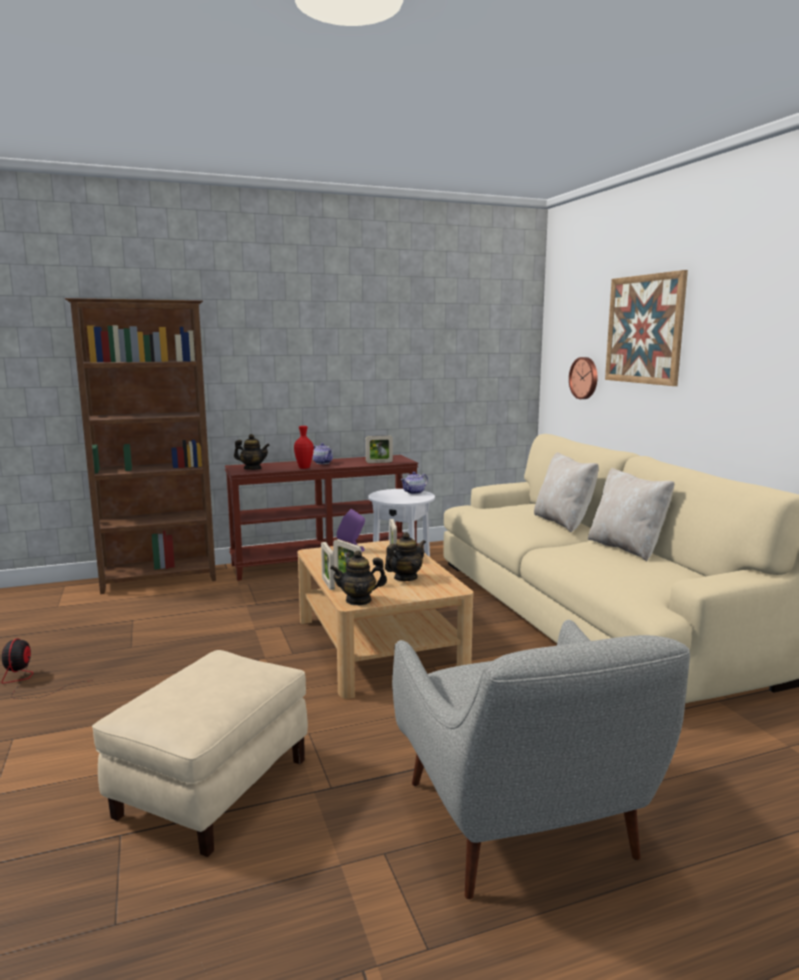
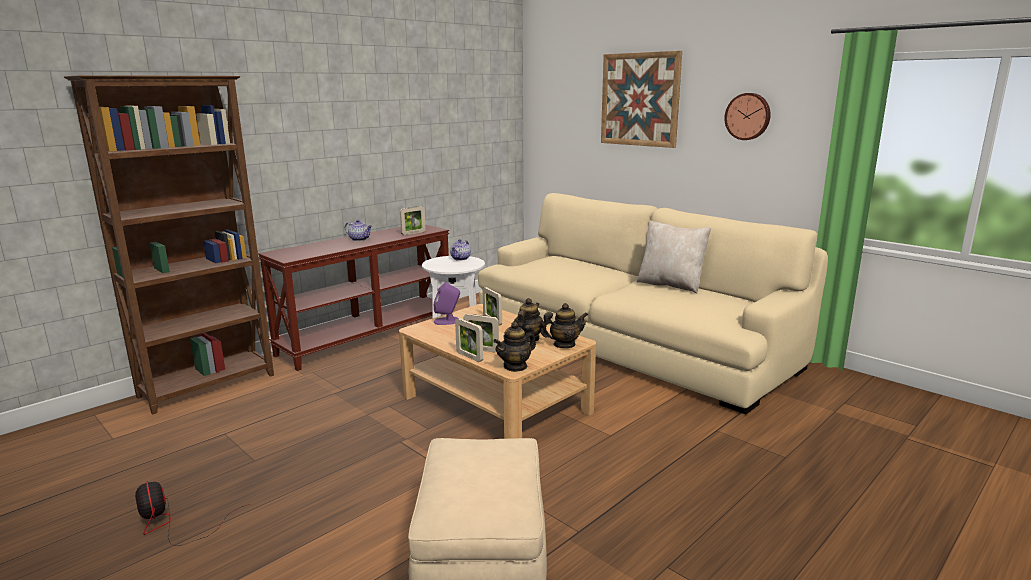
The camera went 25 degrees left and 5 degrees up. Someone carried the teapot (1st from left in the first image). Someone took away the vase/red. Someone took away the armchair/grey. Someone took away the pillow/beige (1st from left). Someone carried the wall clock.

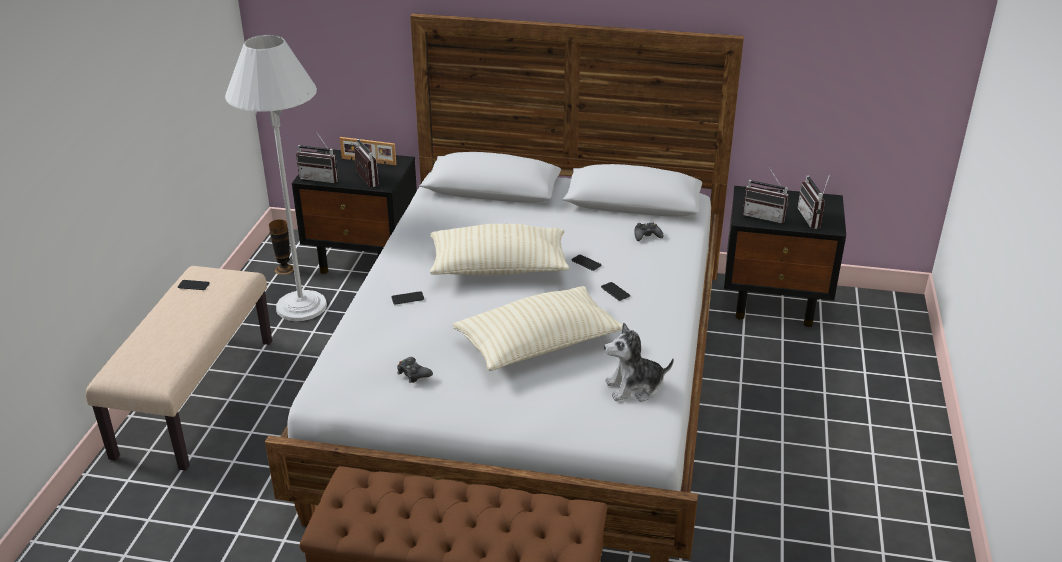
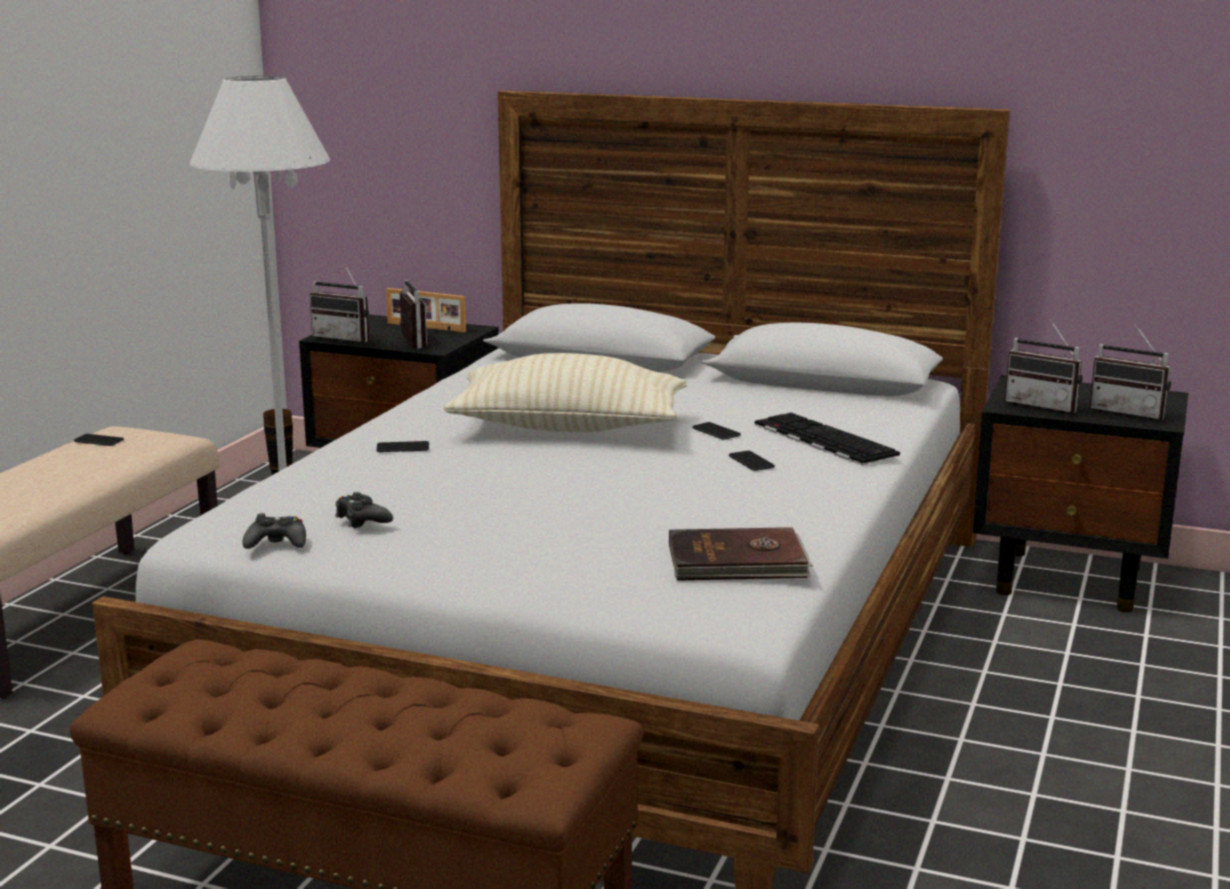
The camera went 10 degrees right and 15 degrees down. Someone took away the pillow/beige (2nd from left). Someone swapped the plush toy for the book/brown. Someone carried the game controller/black (2nd from left in the first image). Someone rotated the radio (4th from left) by 60 degrees counterclockwise. Someone put down the keyboard.

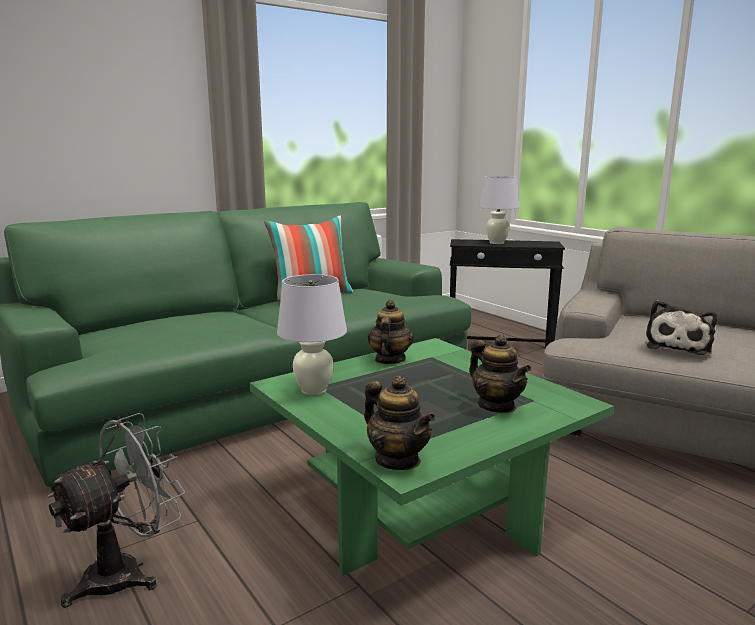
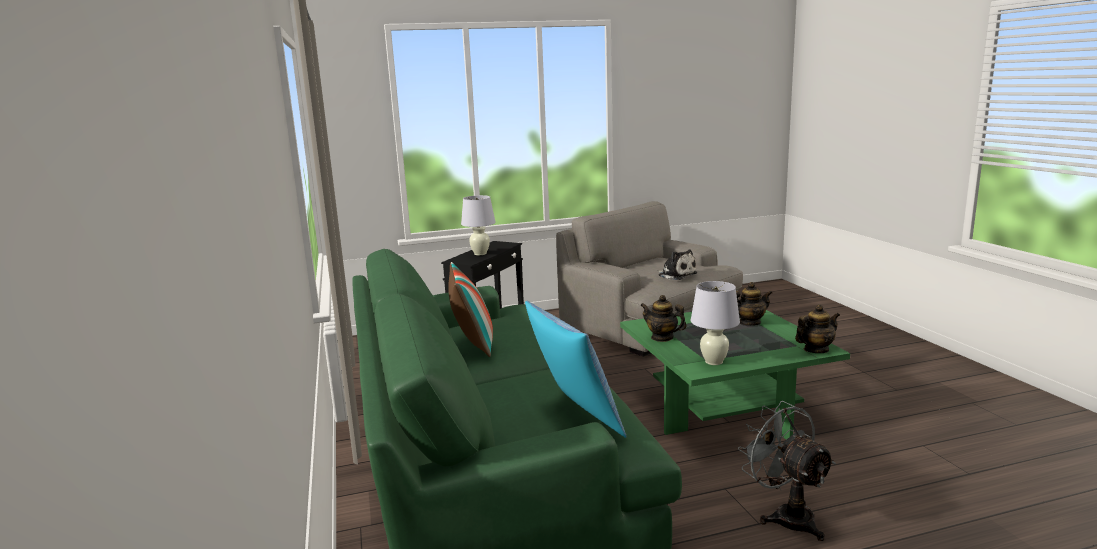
The camera went 70 degrees left and 0 degrees up. Someone put down the pillow (2nd from left).

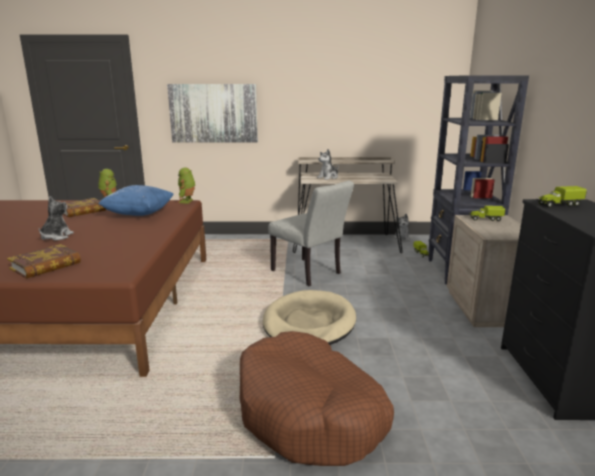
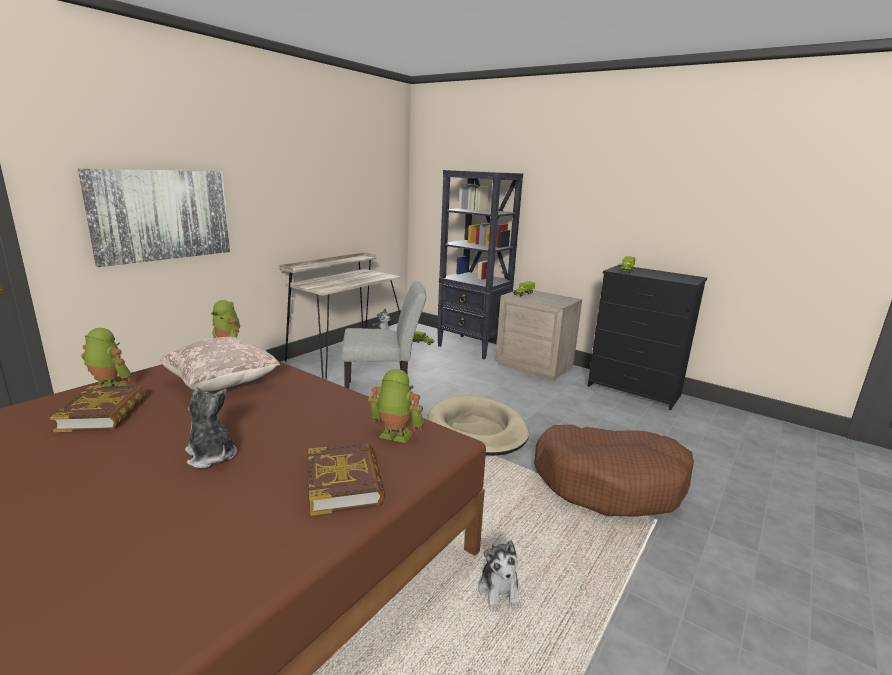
The camera went 55 degrees left and 0 degrees up. Someone repainted the pillow/blue, which became the pillow/beige. Someone carried the plush toy (2nd from left in the first image). Someone put down the toy robot (3rd from left).

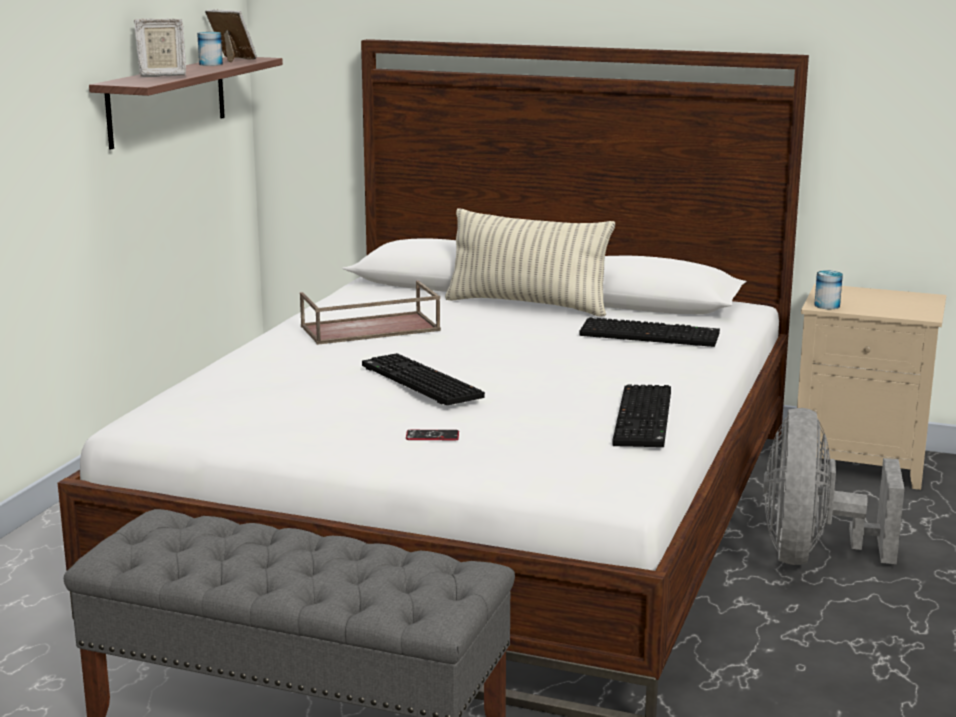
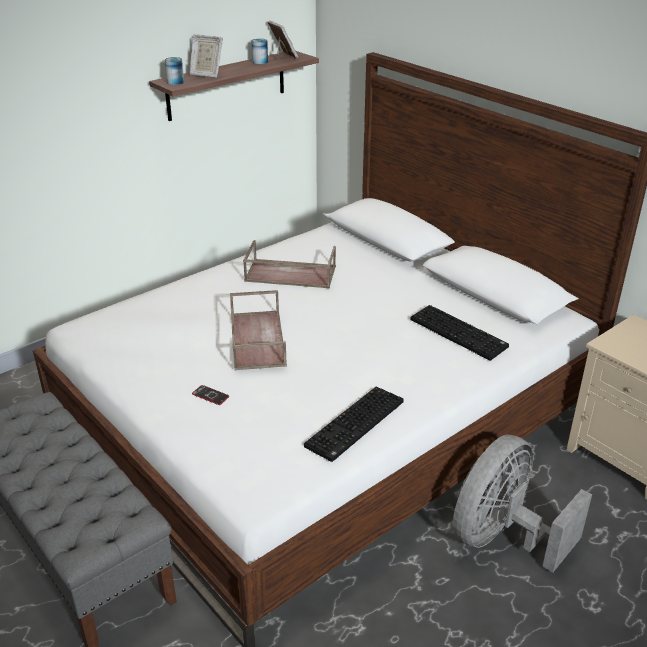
The camera went 30 degrees right and 15 degrees up. Someone swapped the keyboard (1st from left) for the tray/brown (1st from left). Someone took away the pillow. Someone carried the can (2nd from left in the first image).

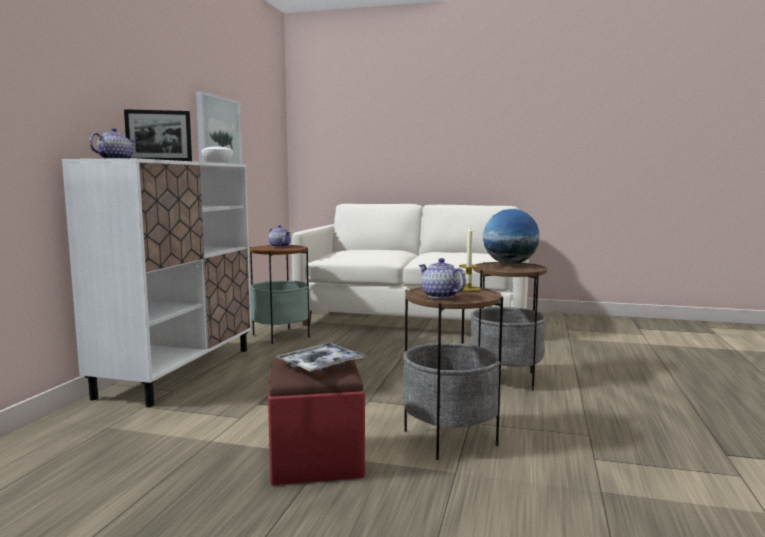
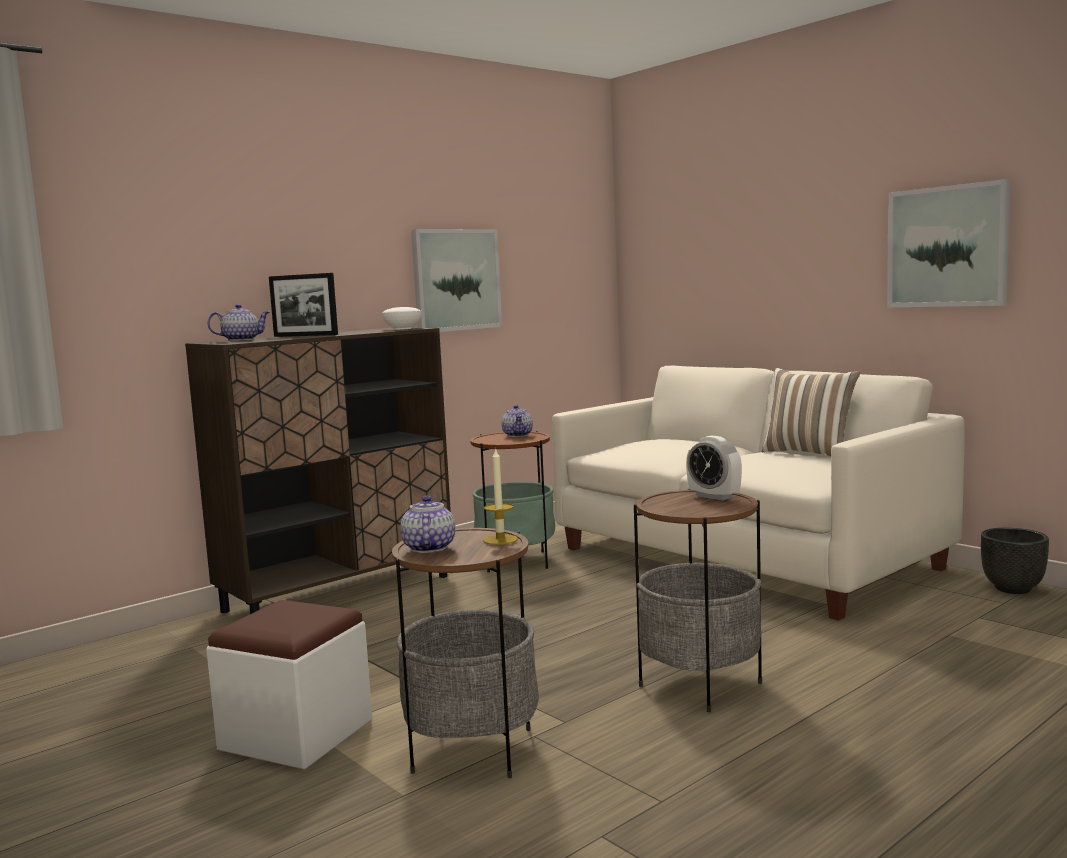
The camera went 35 degrees right and 0 degrees up. Someone repainted the cabinet/white, which became the cabinet/brown. Someone repainted the ottoman/red, which became the ottoman/white. Someone took away the tray. Someone swapped the globe for the alarm clock. Someone put down the pillow. Someone put up the picture (2nd from left). Someone put down the planter/black.

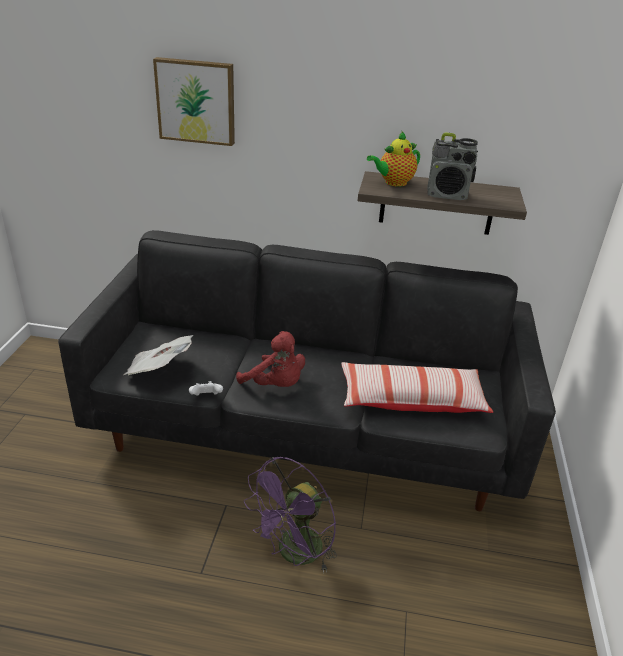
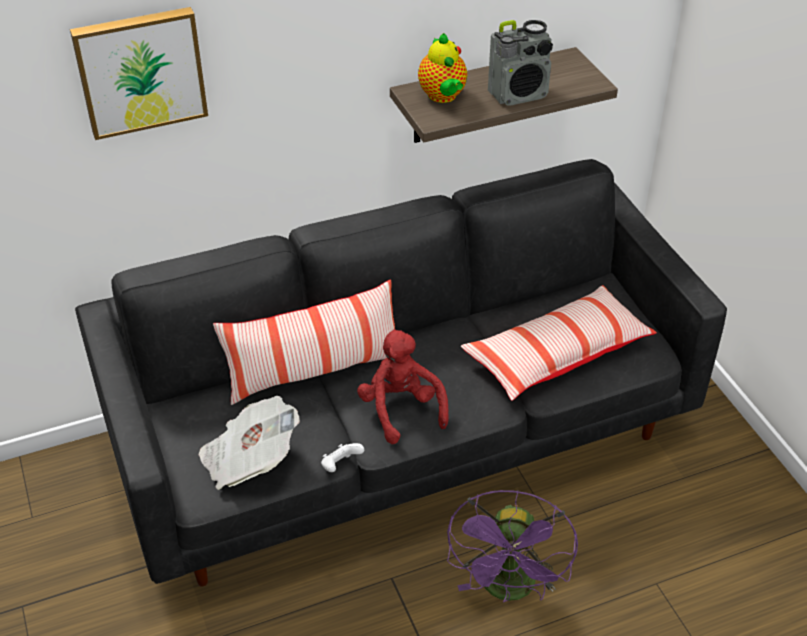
The camera went 30 degrees left and 10 degrees up. Someone rotated the plush toy/red by 120 degrees counterclockwise. Someone rotated the teapot by 45 degrees counterclockwise. Someone put down the pillow (1st from left).

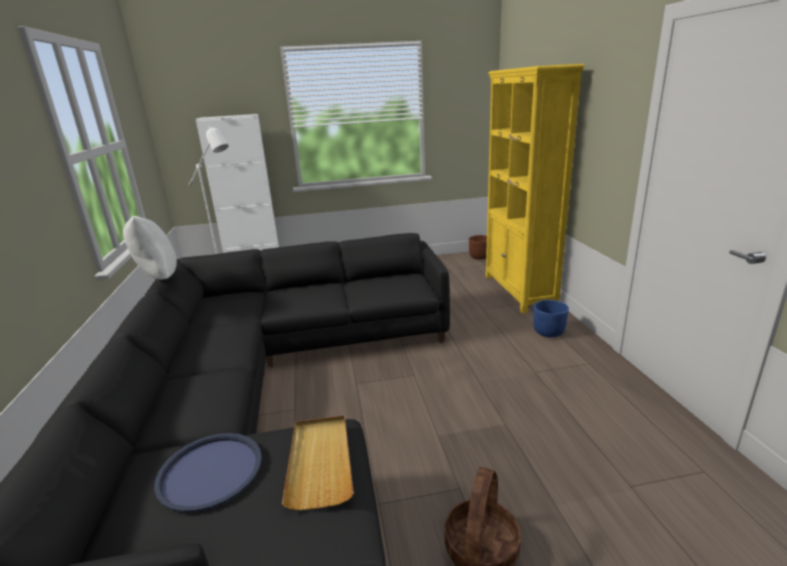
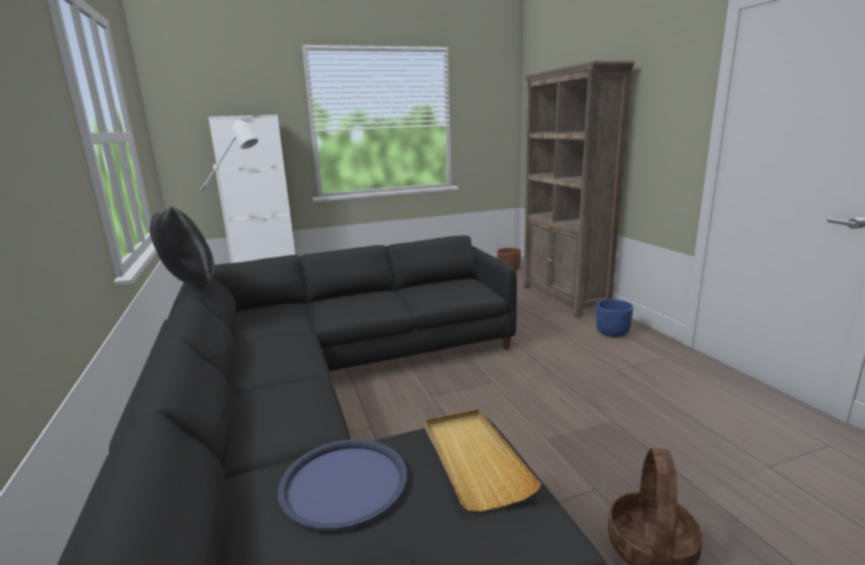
The camera went 10 degrees left and 5 degrees down. Someone repainted the pillow/white, which became the pillow/black. Someone repainted the bookcase/yellow, which became the bookcase/brown.

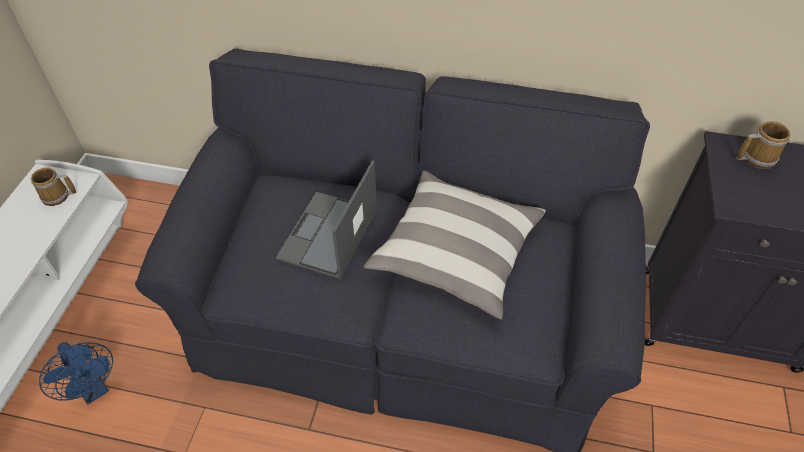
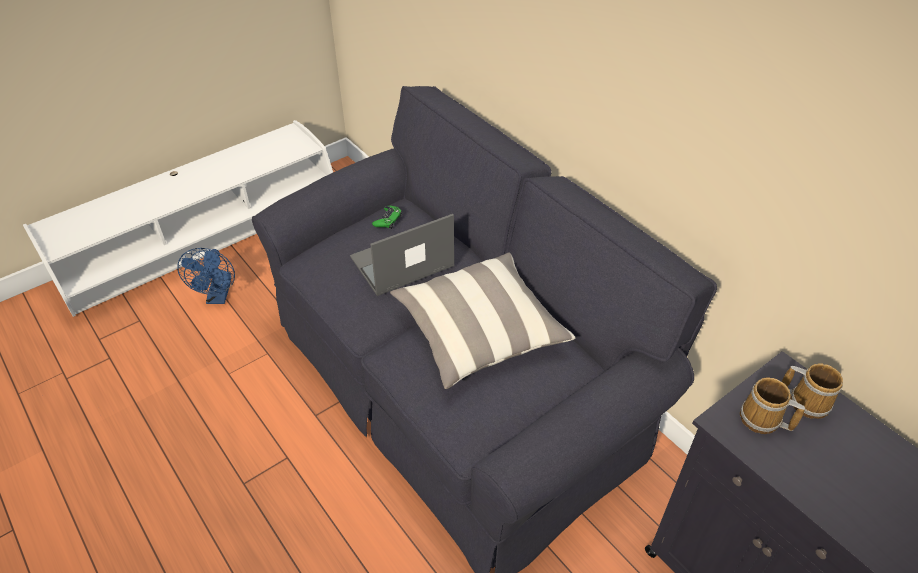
The camera went 40 degrees right and 5 degrees down. Someone carried the mug (1st from left). Someone put down the game controller/green.

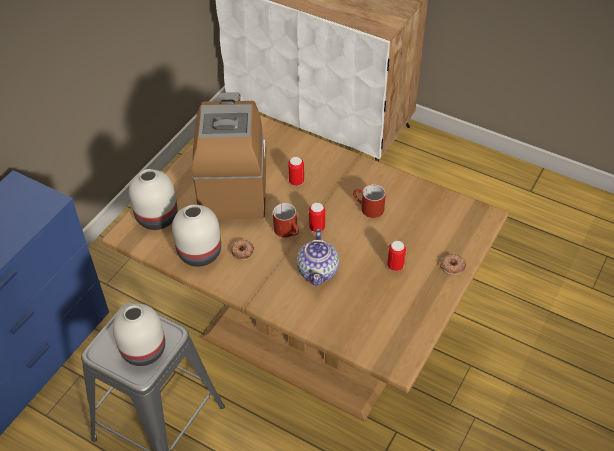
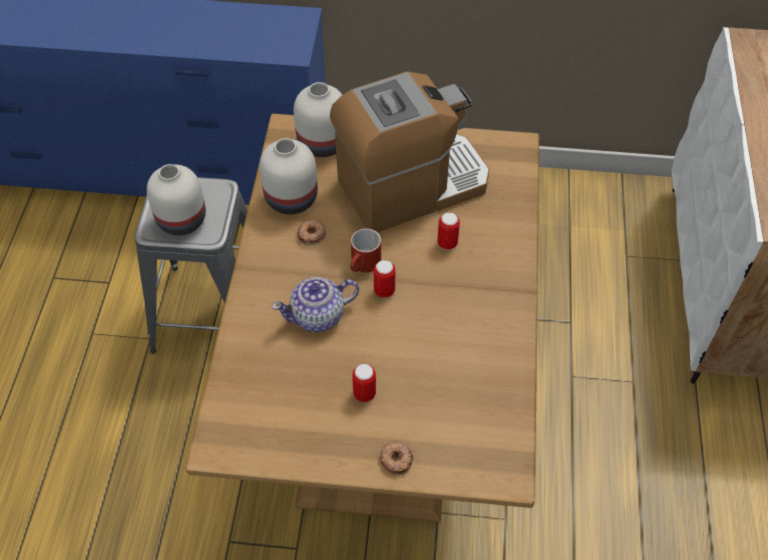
The camera went 65 degrees right and 5 degrees up. Someone took away the mug/red (2nd from left).

